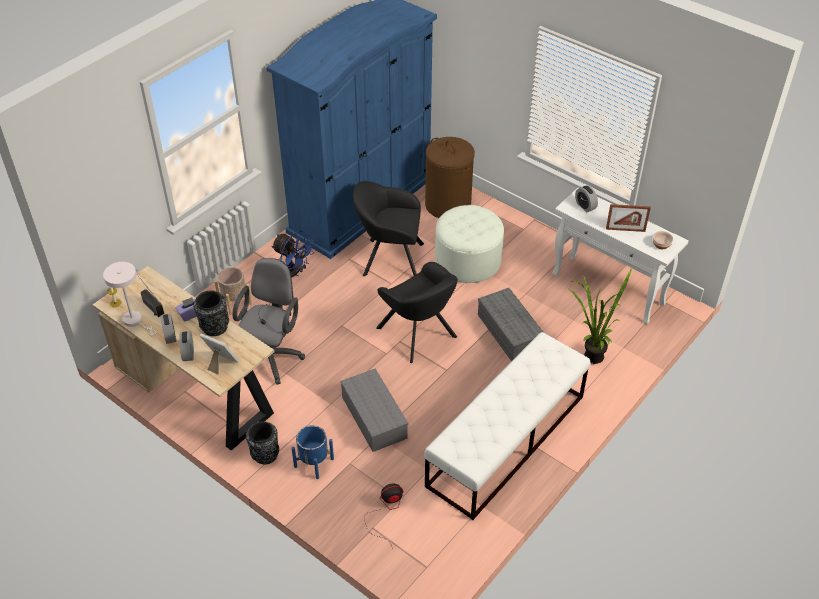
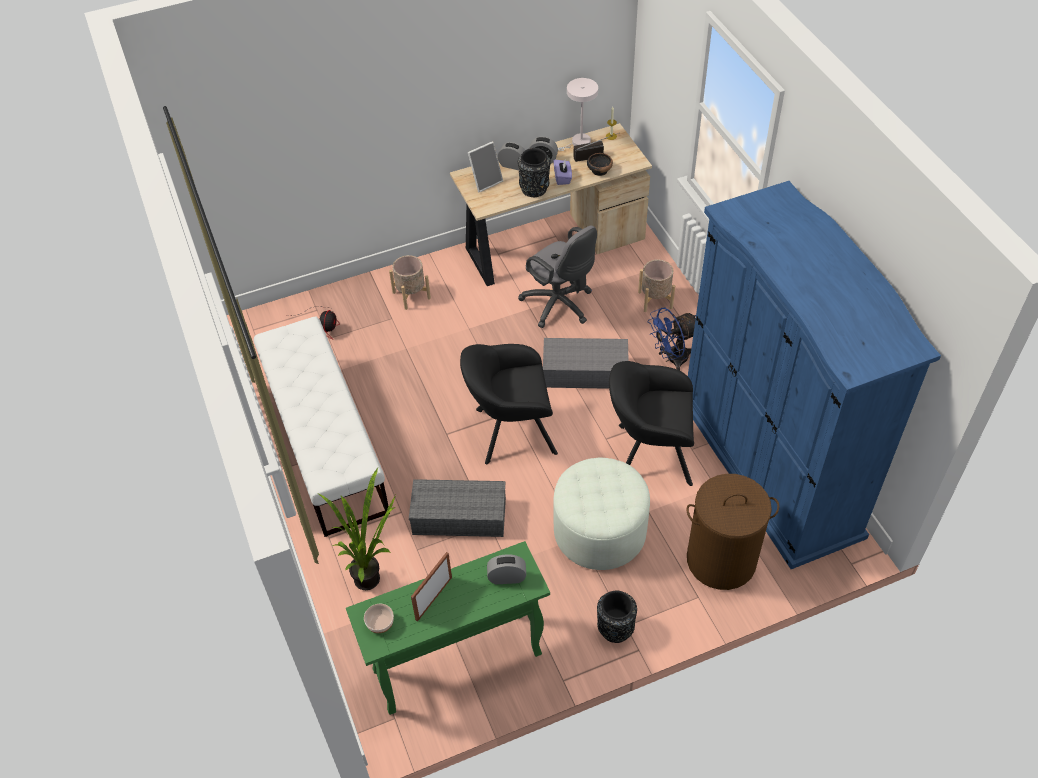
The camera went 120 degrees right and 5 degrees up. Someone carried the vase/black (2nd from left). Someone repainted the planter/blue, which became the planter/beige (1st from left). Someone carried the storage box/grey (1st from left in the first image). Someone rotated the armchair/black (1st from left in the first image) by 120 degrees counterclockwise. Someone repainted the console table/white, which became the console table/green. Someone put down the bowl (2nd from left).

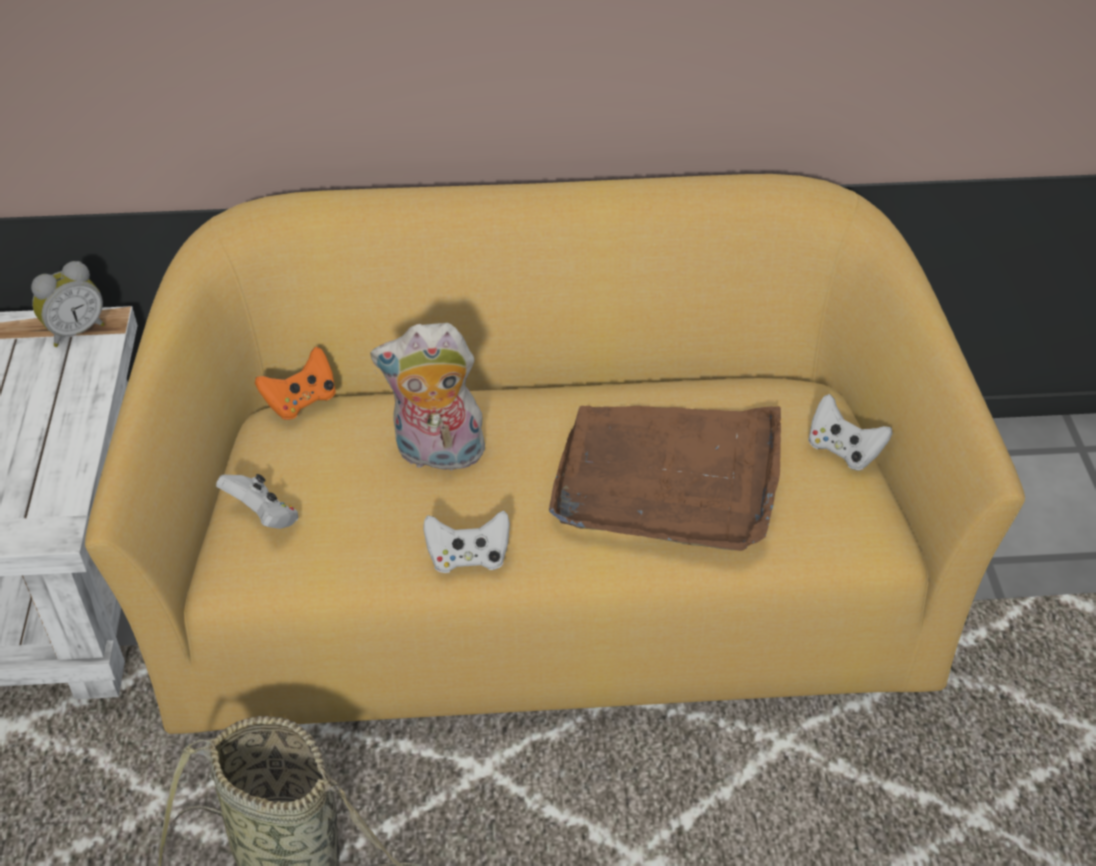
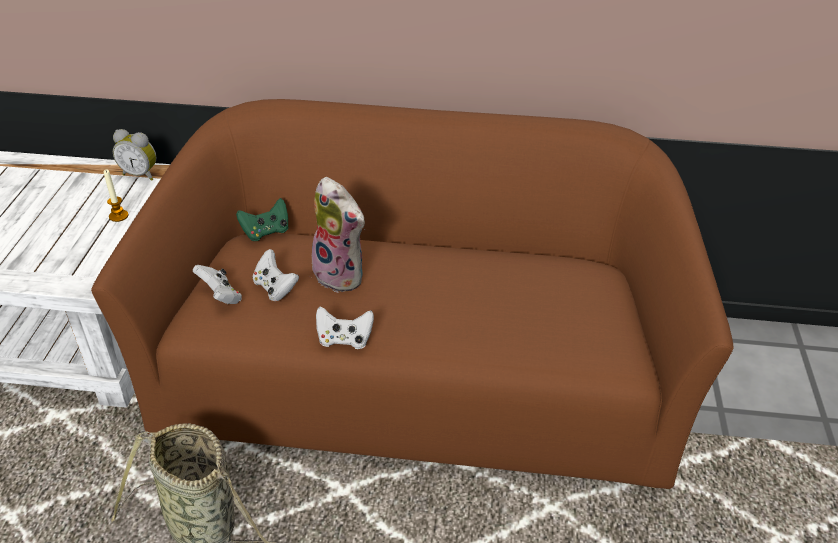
The camera went 10 degrees right and 5 degrees down. Someone rotated the alarm clock by 45 degrees clockwise. Someone repainted the sofa/yellow, which became the sofa/brown. Someone repainted the game controller/orange, which became the game controller/green. Someone rotated the plush toy by 150 degrees counterclockwise. Someone took away the tray/brown. Someone carried the game controller/white (3rd from left in the first image). Someone put down the candle.

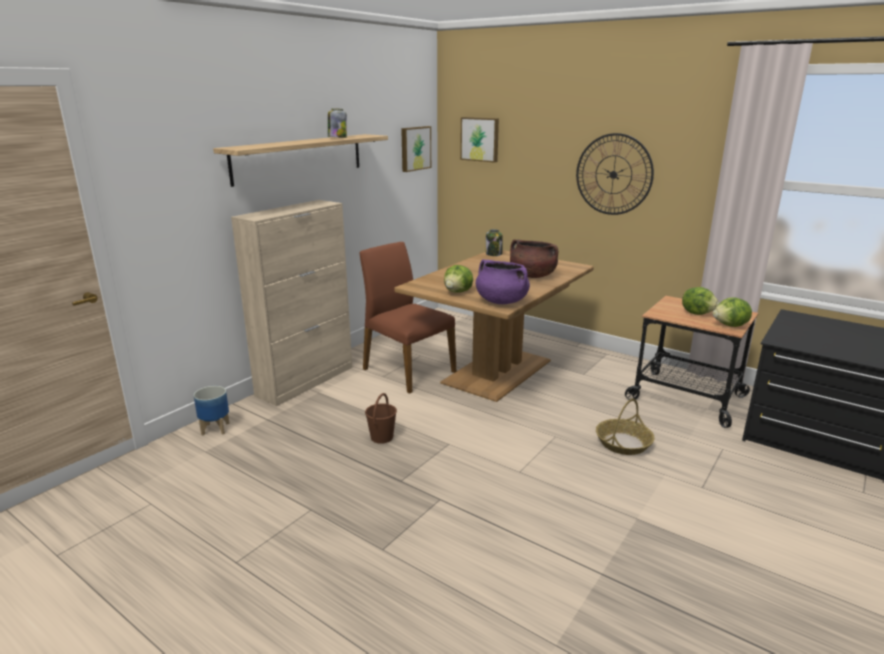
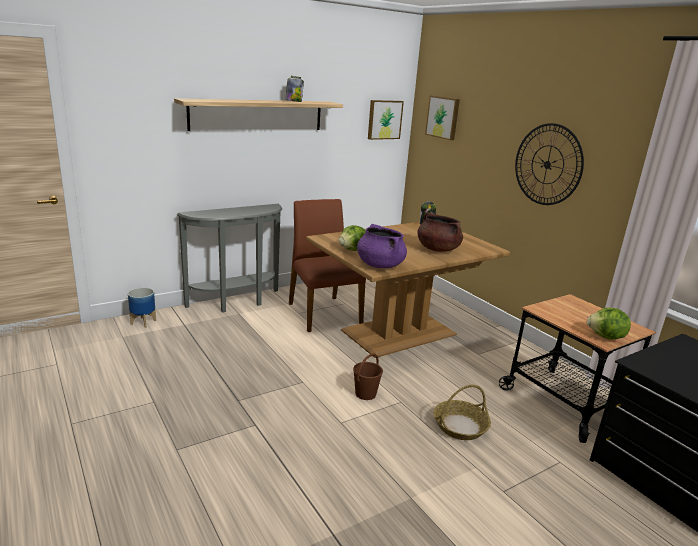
The camera went 20 degrees right and 0 degrees up. Someone swapped the cabinet/beige for the console table/grey. Someone carried the bucket/brown. Someone took away the lettuce (2nd from left).

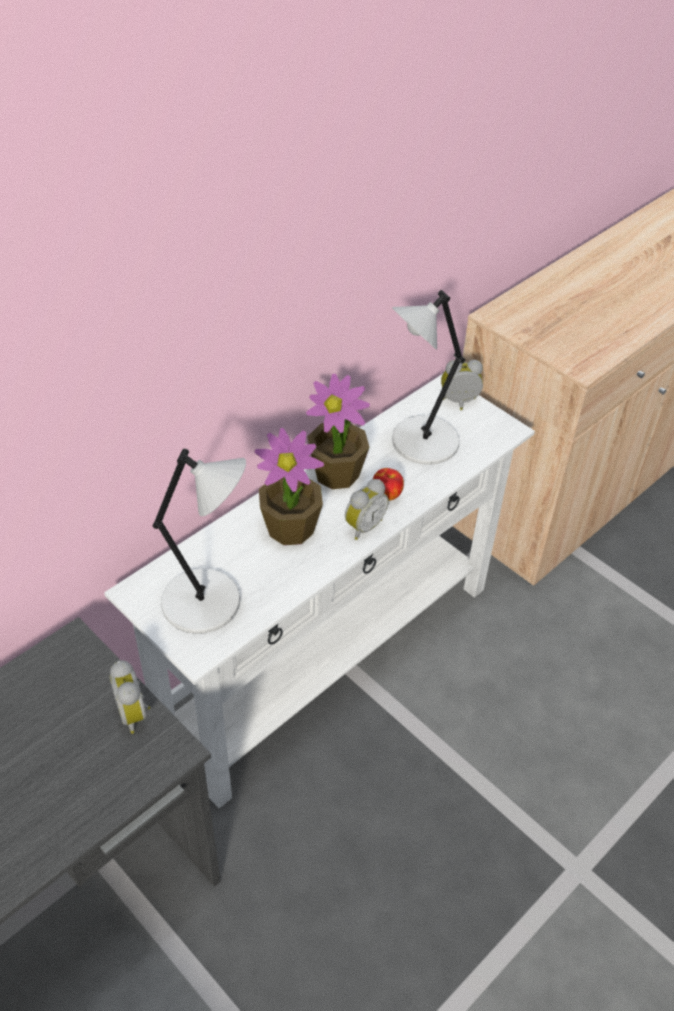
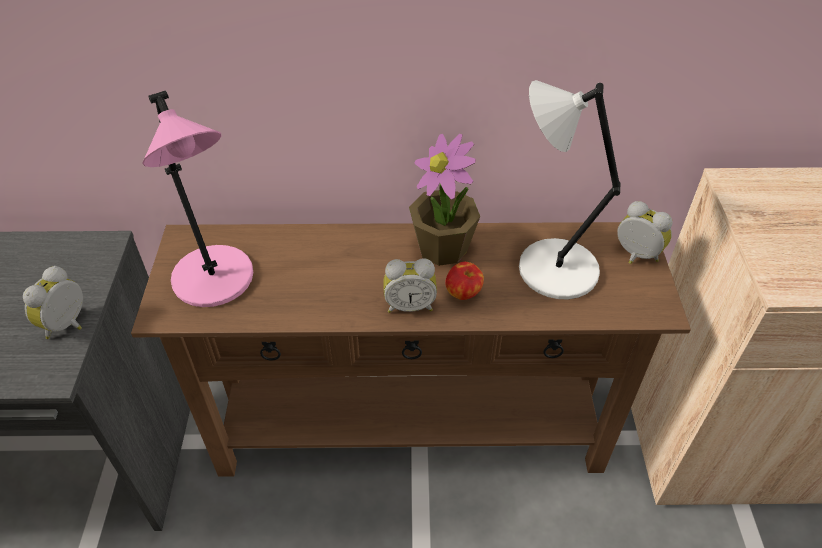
The camera went 45 degrees right and 0 degrees up. Someone repainted the console table/white, which became the console table/brown. Someone repainted the table lamp/grey (1st from left), which became the table lamp/pink. Someone took away the potted plant (1st from left).

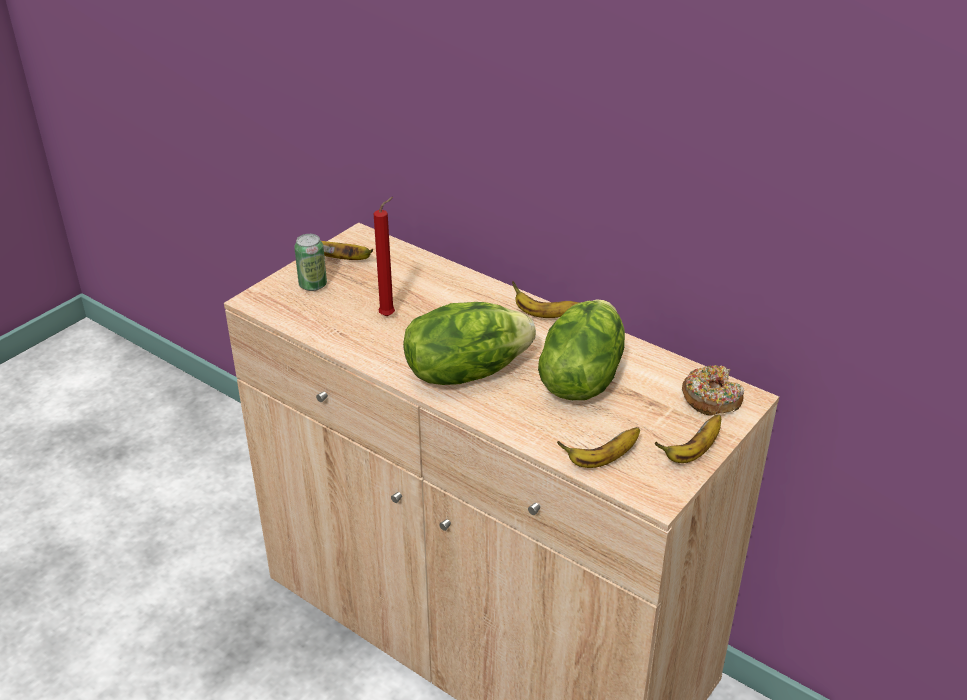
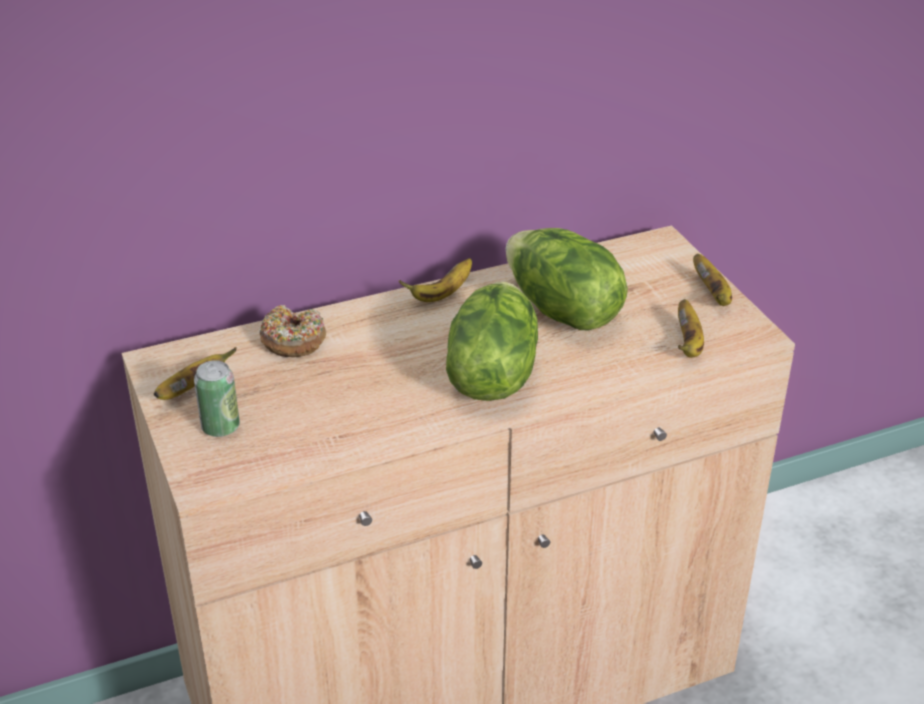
The camera went 60 degrees left and 0 degrees up. Someone took away the candle/red. Someone carried the donut.

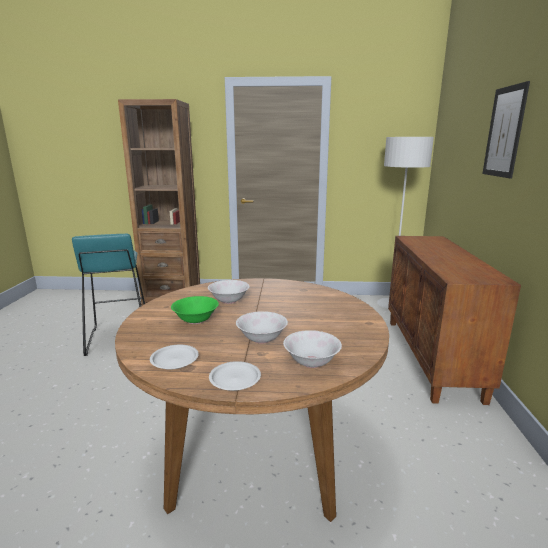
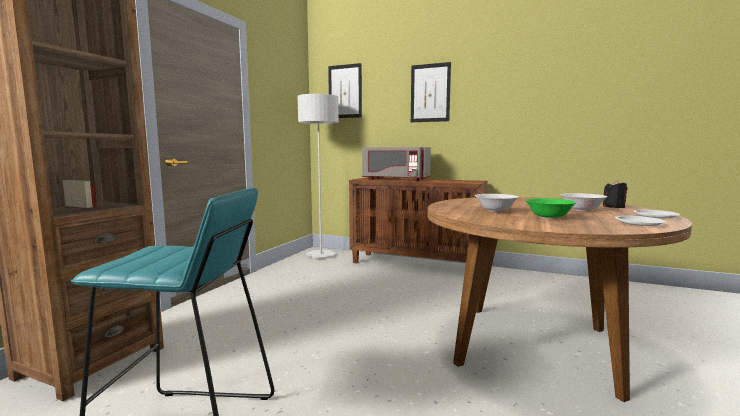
The camera went 70 degrees left and 10 degrees down. Someone swapped the bowl/white (3rd from left) for the candle/black. Someone put up the picture (1st from left). Someone put down the microwave/grey.

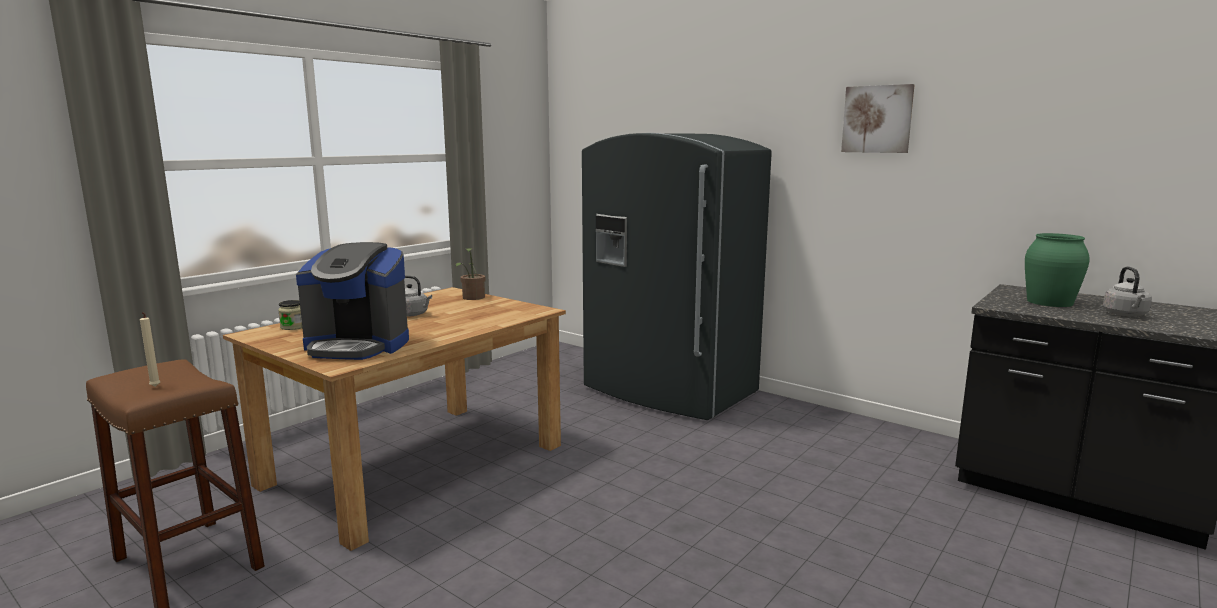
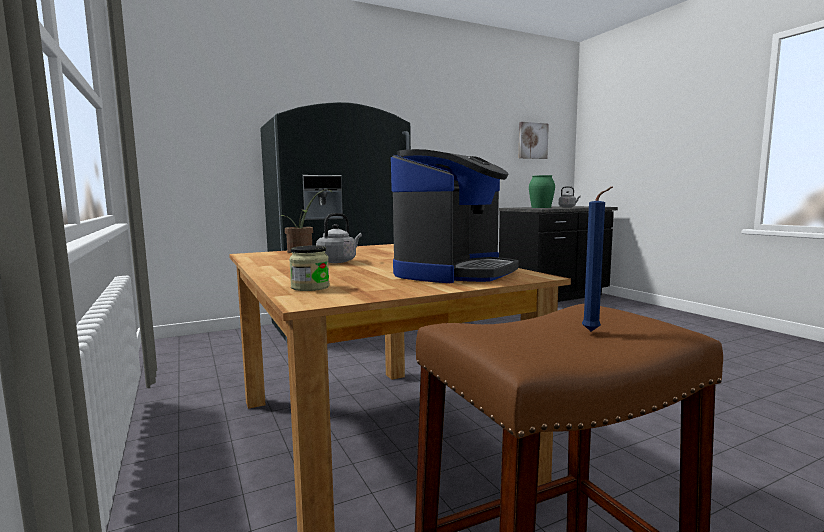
The camera went 65 degrees left and 5 degrees down. Someone repainted the candle/beige, which became the candle/blue. Someone carried the picture.

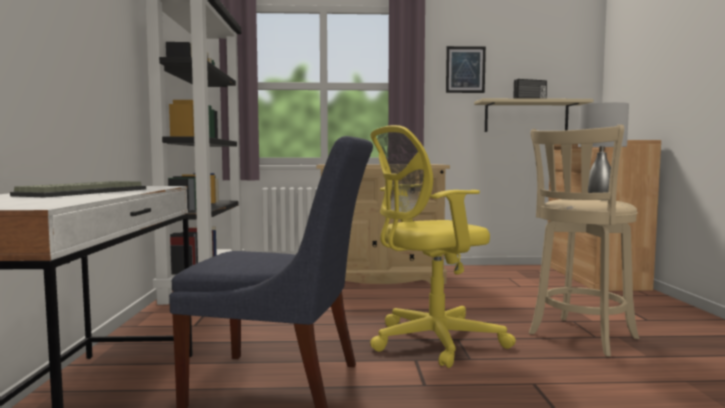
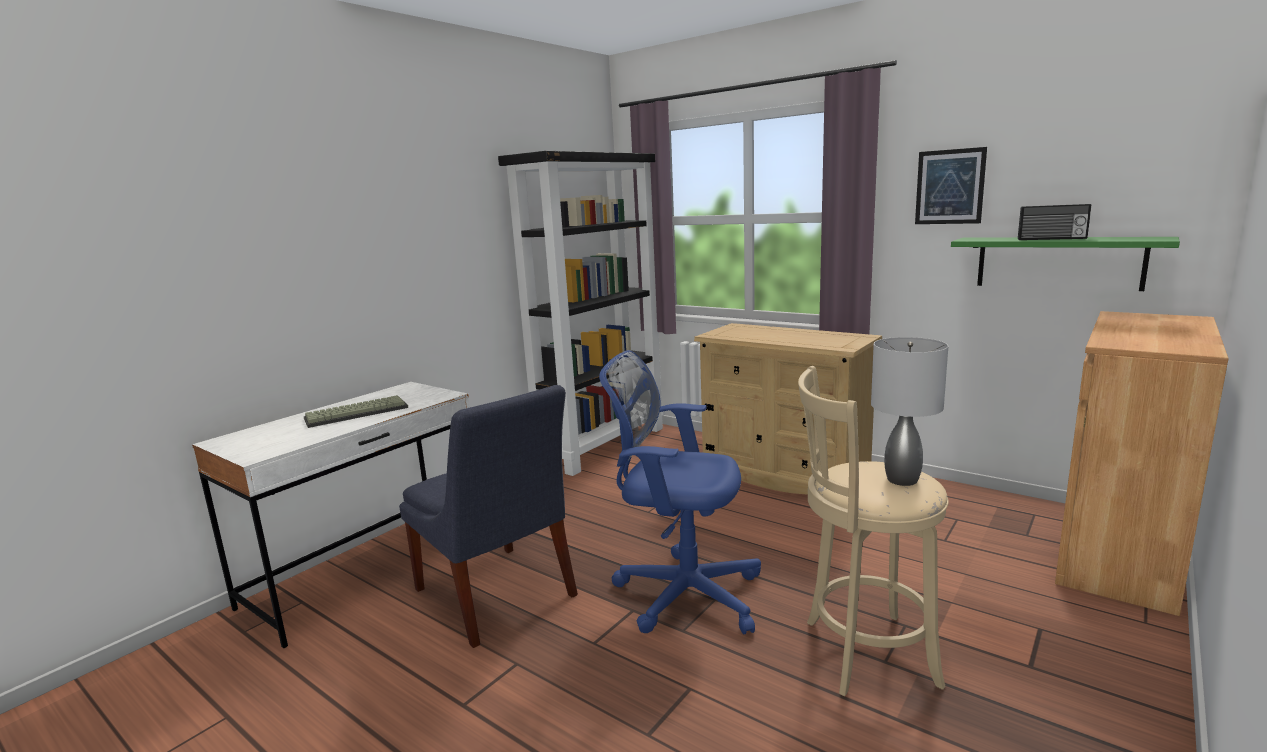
The camera went 40 degrees right and 10 degrees up. Someone repainted the office chair/yellow, which became the office chair/blue. Someone repainted the shelf/beige, which became the shelf/green.

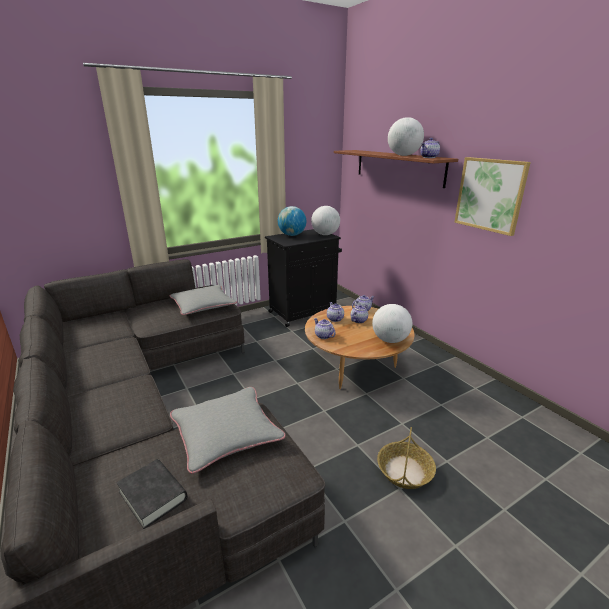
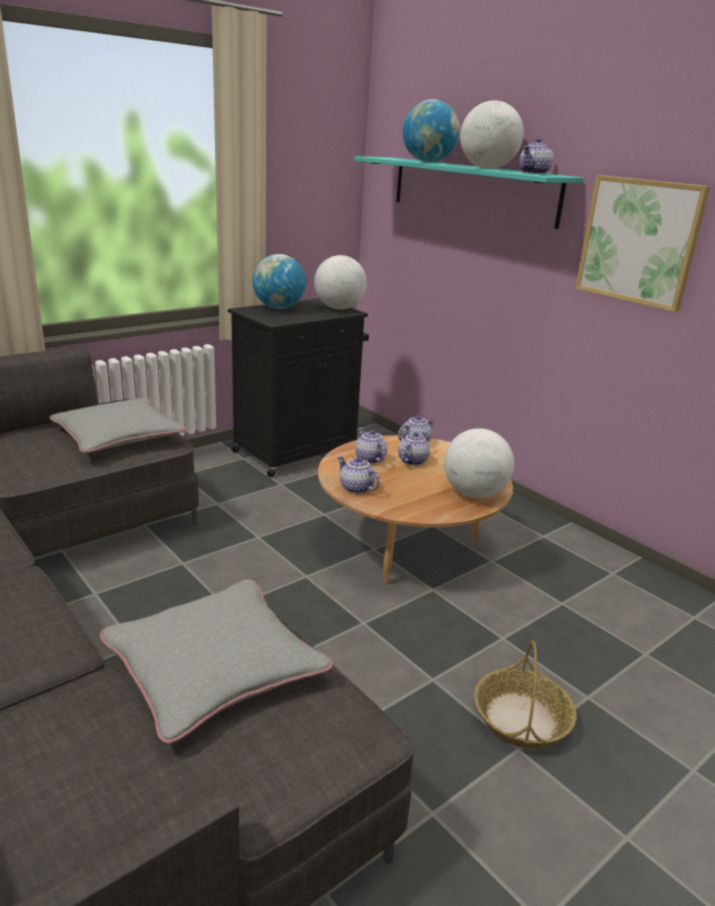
The camera went 10 degrees left and 0 degrees up. Someone took away the book/black. Someone repainted the shelf/brown, which became the shelf/turquoise. Someone put down the globe (3rd from left).

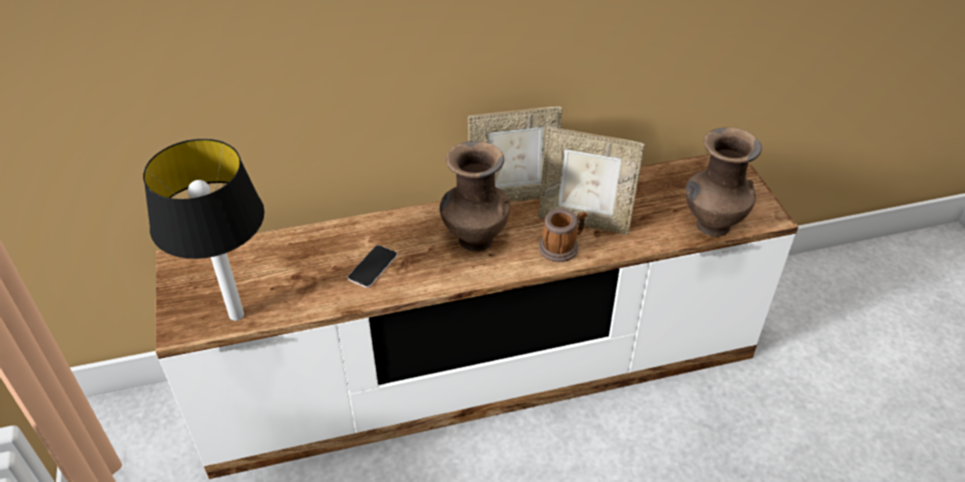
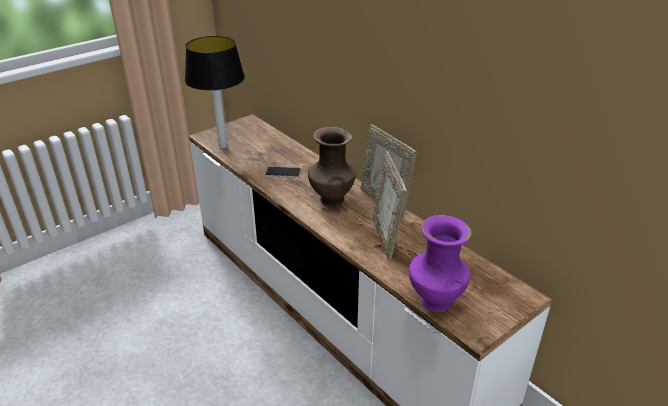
The camera went 65 degrees right and 10 degrees down. Someone took away the mug. Someone repainted the vase/brown (2nd from left), which became the vase/purple.

